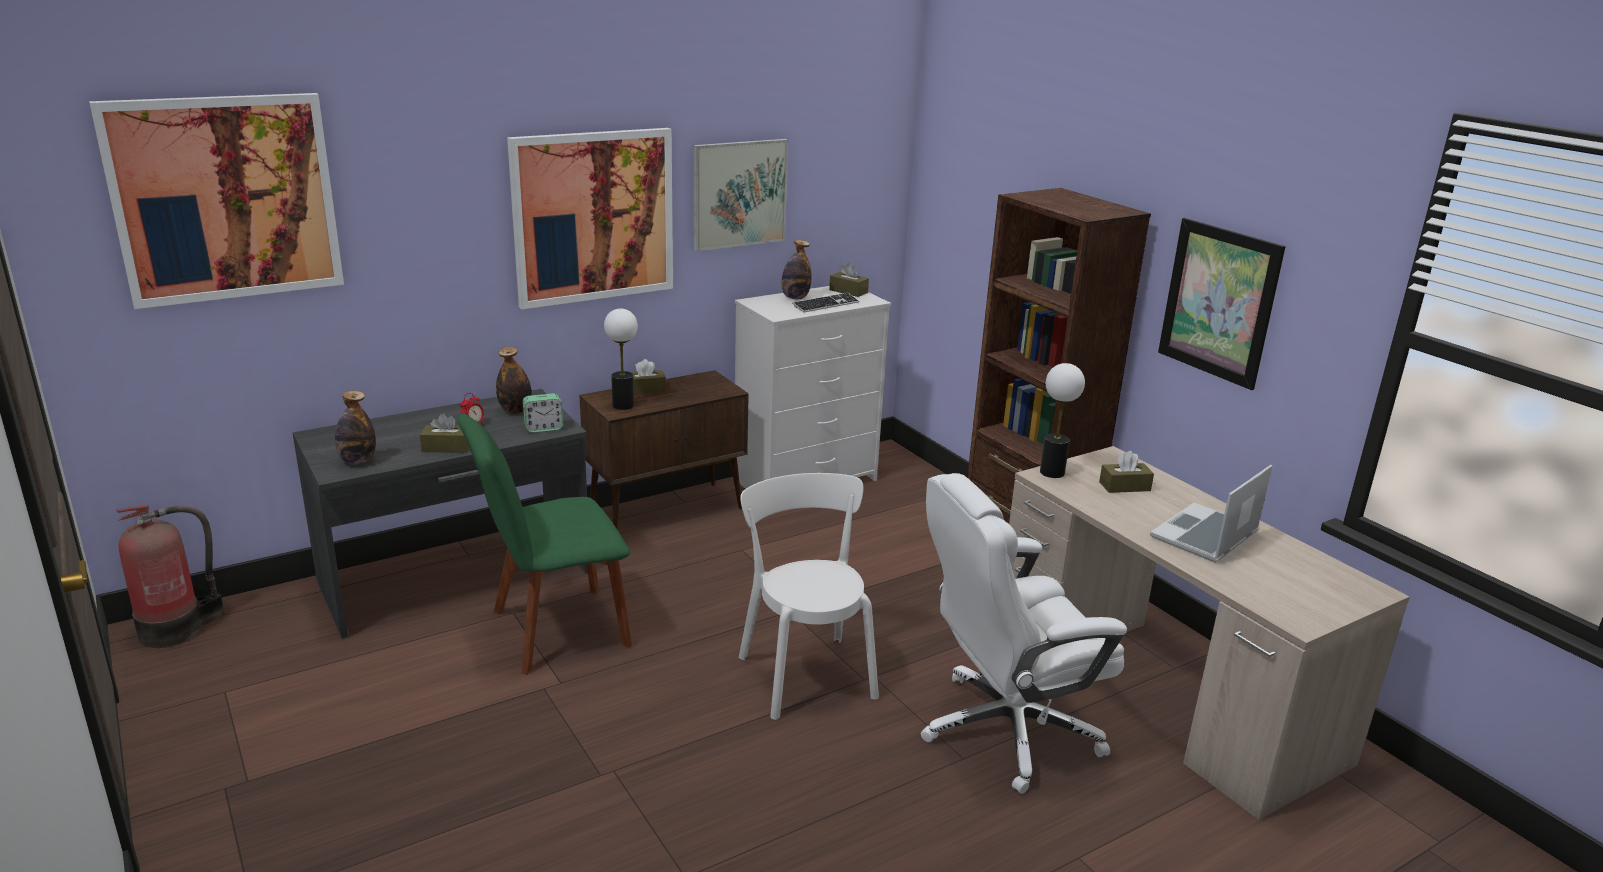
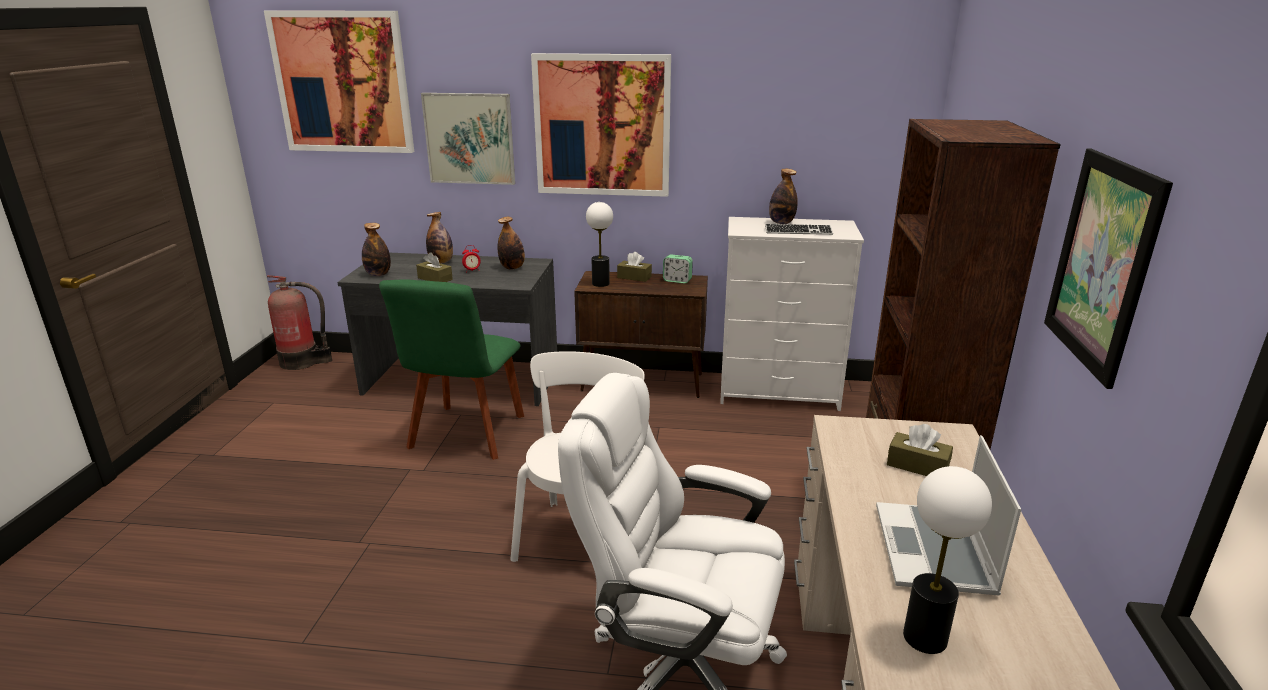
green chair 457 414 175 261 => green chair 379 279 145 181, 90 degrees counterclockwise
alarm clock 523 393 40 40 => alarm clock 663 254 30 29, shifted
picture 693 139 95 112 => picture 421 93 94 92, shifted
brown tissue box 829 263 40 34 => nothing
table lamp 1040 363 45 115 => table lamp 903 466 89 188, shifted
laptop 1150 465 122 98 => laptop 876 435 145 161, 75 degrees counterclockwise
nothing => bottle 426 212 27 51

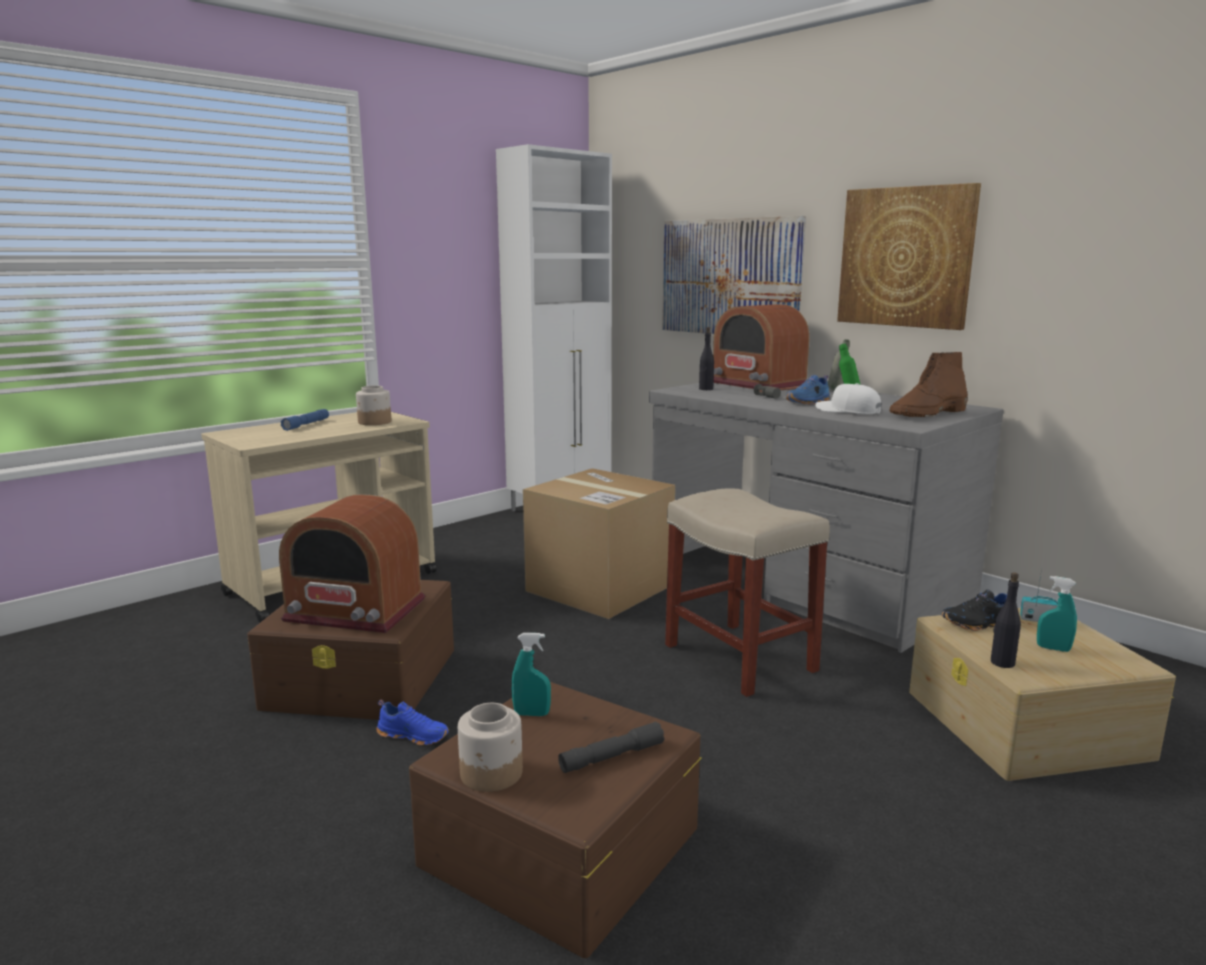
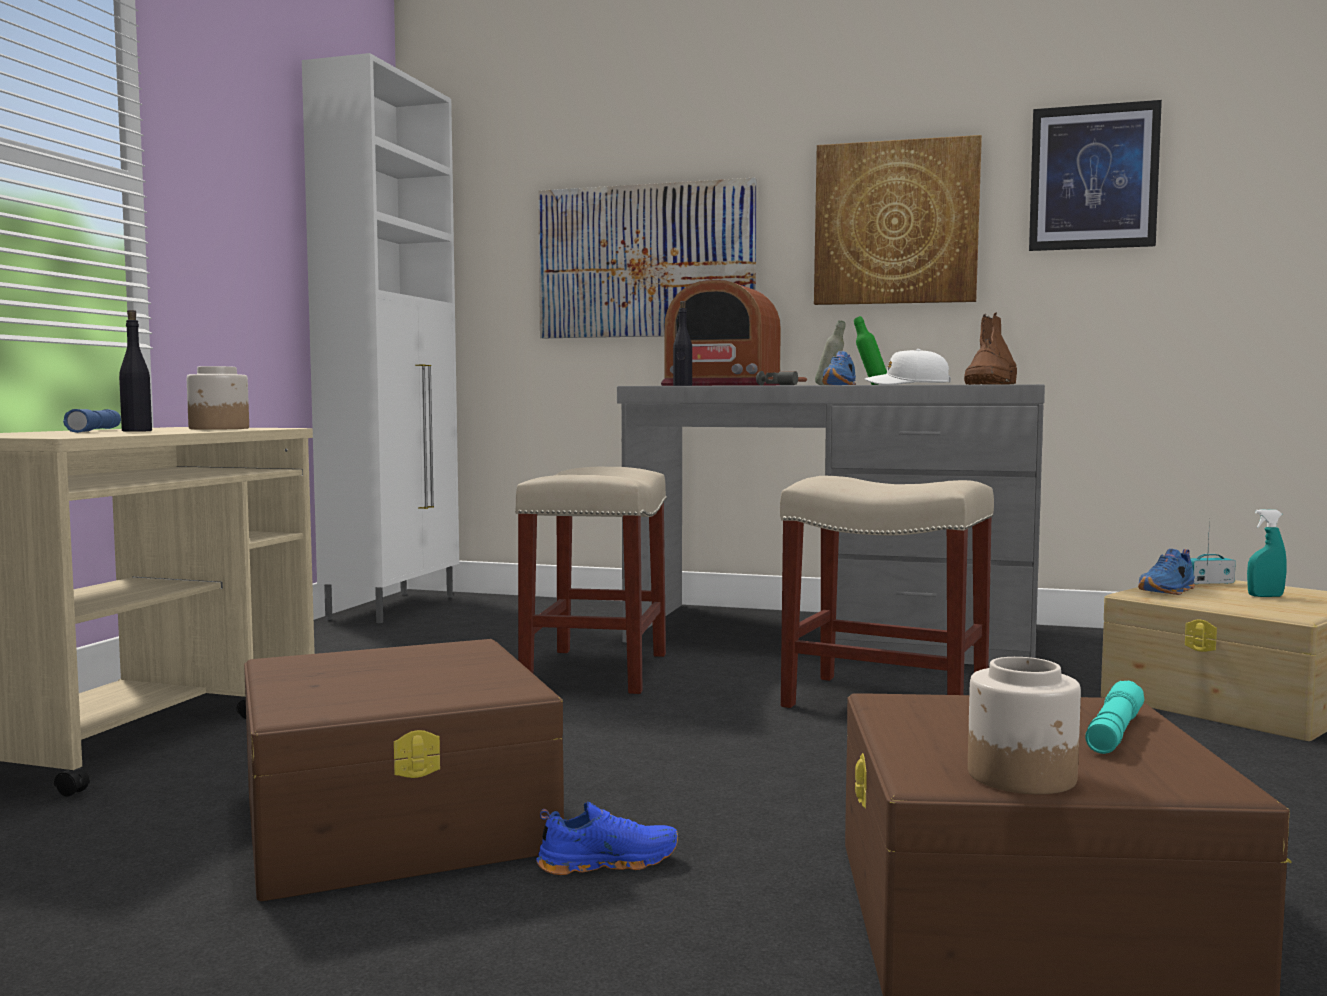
radio 279 494 146 139 => nothing
turquoise spray bottle 512 633 39 83 => nothing
cardboard box 523 468 152 151 => beige stool 515 467 152 227
grey flashlight 558 722 106 51 => turquoise flashlight 1085 681 59 73
black shoe 942 590 66 41 => blue shoe 1138 549 57 46
black bottle 991 572 30 96 => black bottle 119 310 33 122, shifted
nothing => picture 1029 100 133 151

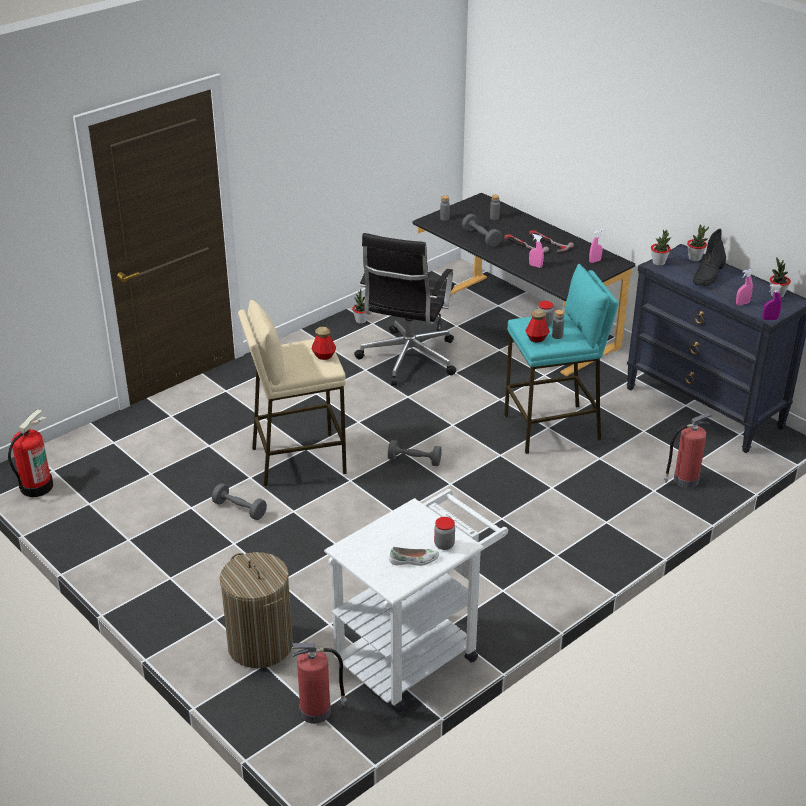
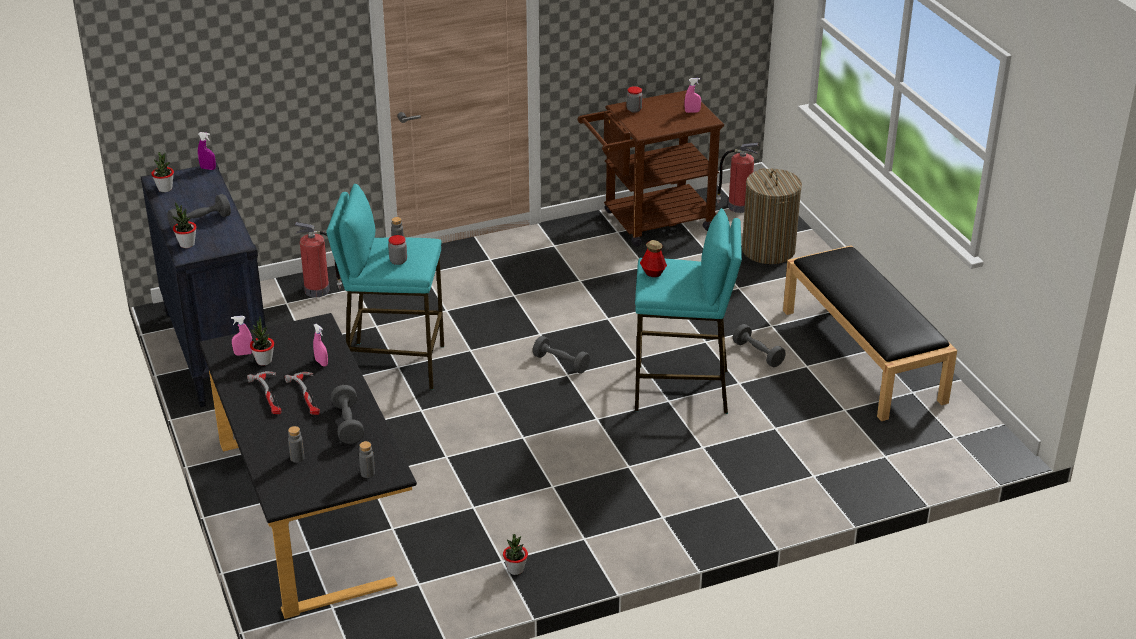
fire extinguisher 8 409 45 88 => nothing
beige stool 238 300 109 187 => turquoise stool 635 208 107 206
white cart 324 489 184 224 => brown cart 578 90 146 157
black office chair 354 233 102 153 => nothing
white shoe 389 547 50 19 => nothing
bottle 525 309 25 33 => nothing
potted plant 651 229 20 37 => potted plant 250 316 24 50, shifted
black boot 693 229 33 57 => grey dumbbell 167 194 64 36
pink spray bottle 736 269 17 36 => pink spray bottle 684 78 17 35, shifted
nothing => black bench 783 245 174 176

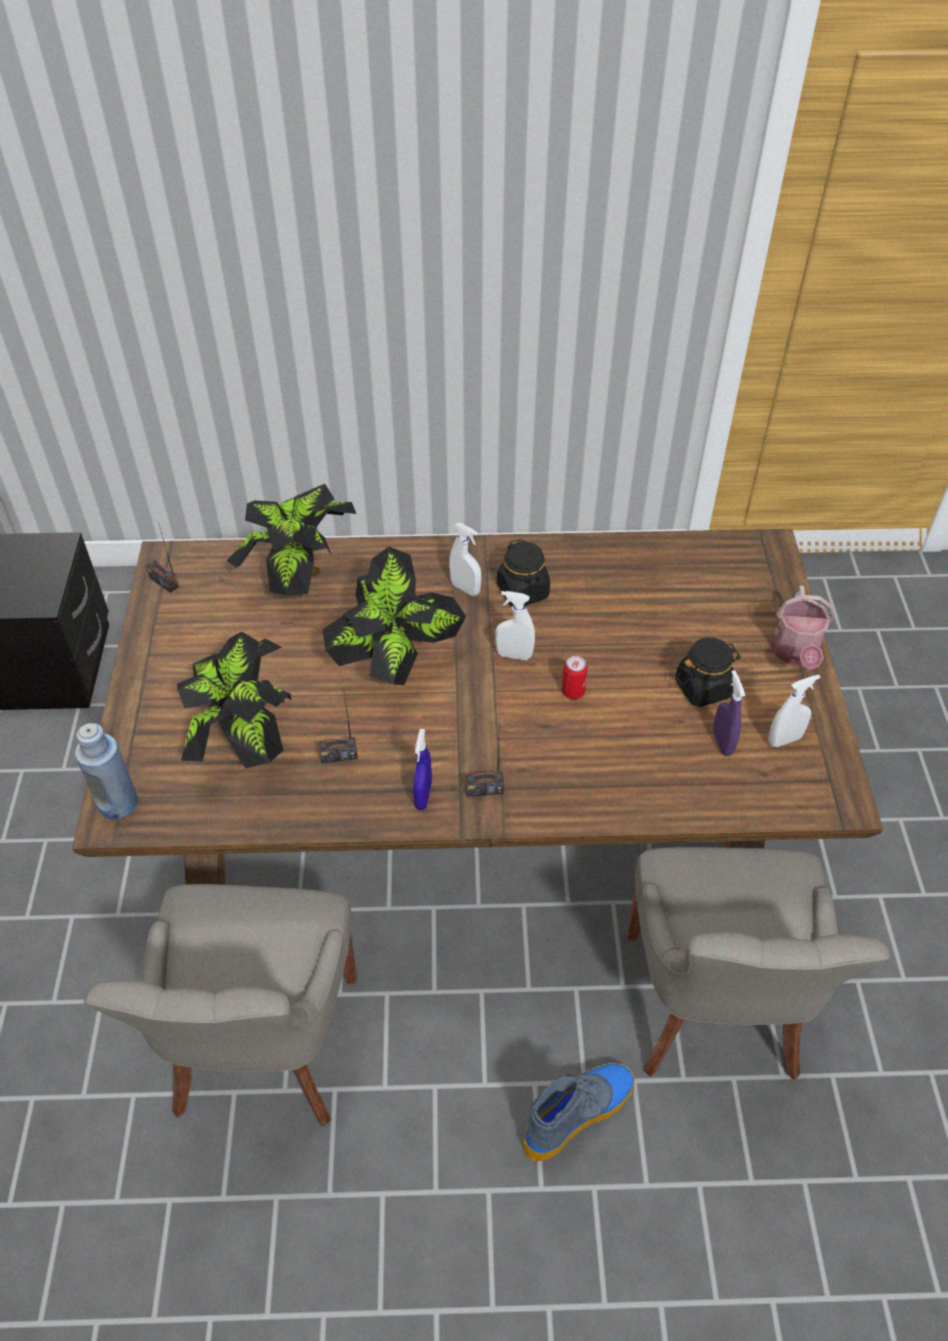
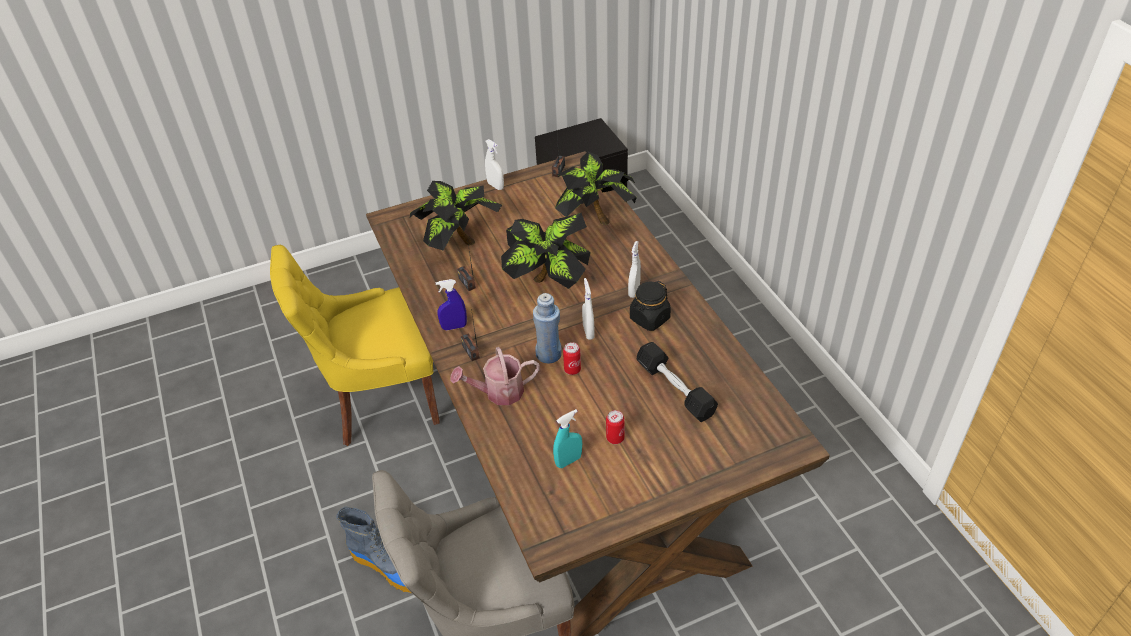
blue bottle 75 723 63 96 => blue bottle 533 293 29 70, shifted
grey chair 84 884 273 242 => yellow chair 270 245 170 201
black jar 675 637 66 70 => can 606 410 19 34
purple spray bottle 713 670 32 86 => turquoise spray bottle 553 409 29 59
white spray bottle 768 675 52 72 => white spray bottle 485 139 19 51, shifted
watering can 770 586 64 84 => watering can 450 347 90 58, shifted
nothing => black dumbbell 637 342 81 80

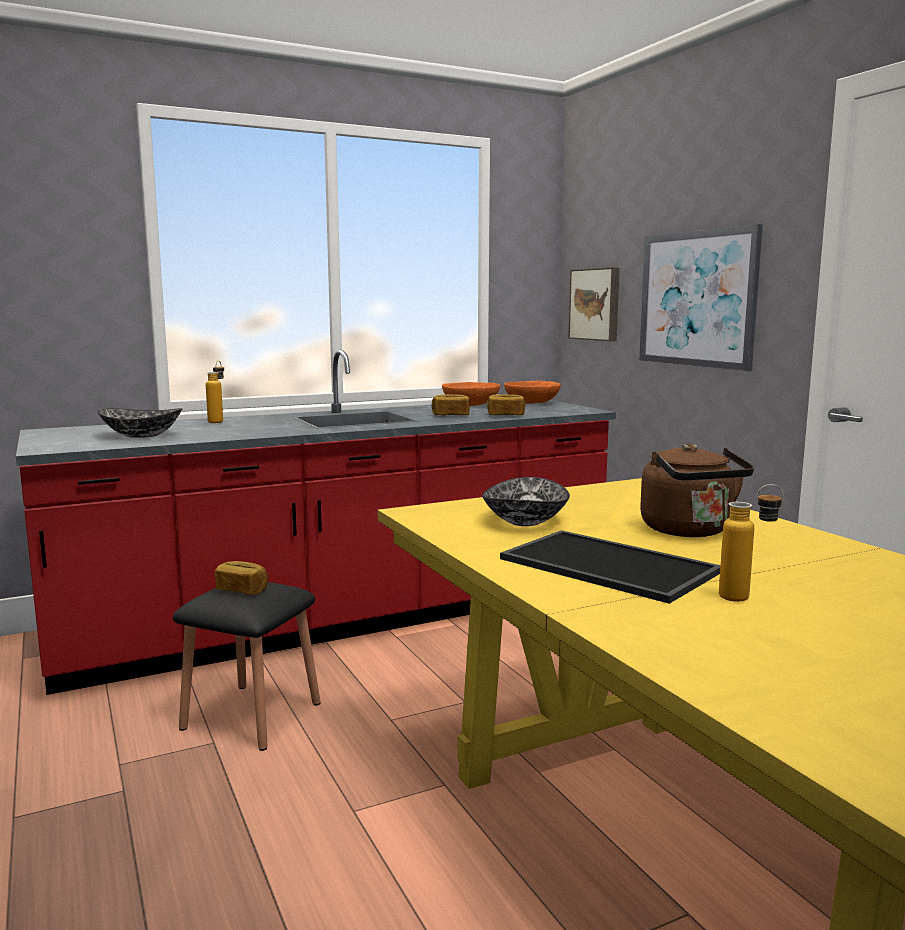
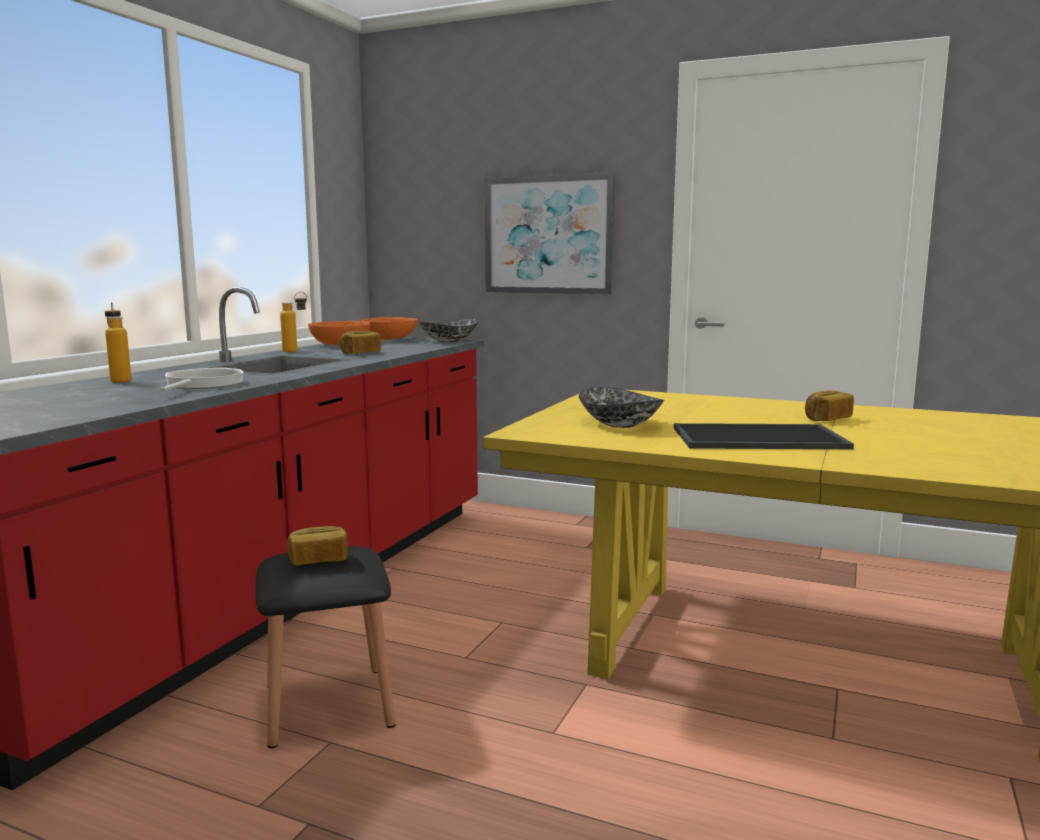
bowl 97 408 85 30 => bowl 419 319 60 23, shifted
bread 487 394 38 21 => bread 805 391 49 30, shifted
picture 568 267 52 74 => nothing
brown kettle 640 443 114 94 => nothing
bottle 719 484 65 118 => bottle 280 292 27 60, shifted
nothing => frying pan 159 368 84 24

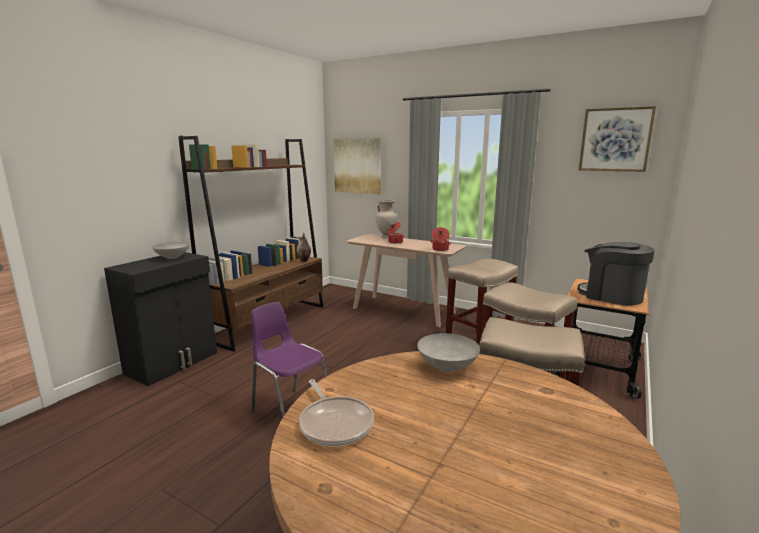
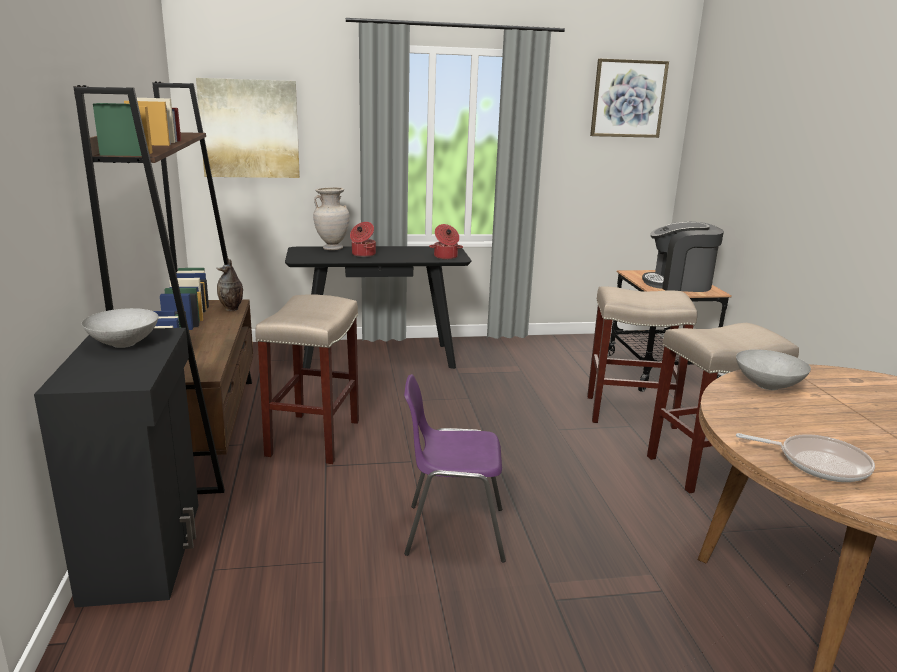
beige console table 347 234 119 93 => black console table 285 246 187 123
beige stool 446 258 72 87 => beige stool 255 294 104 170, shifted

